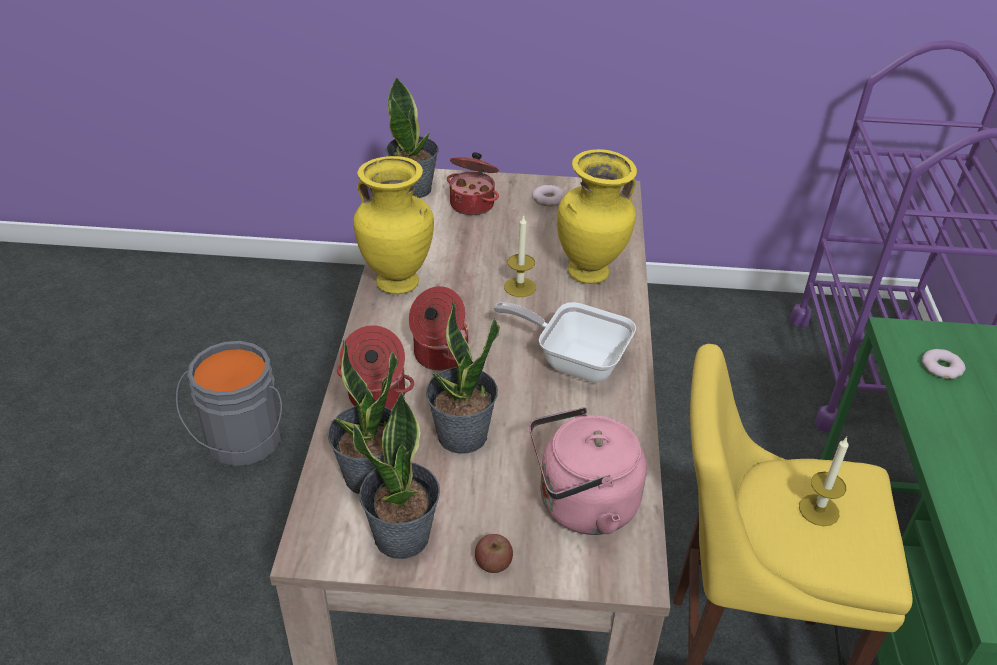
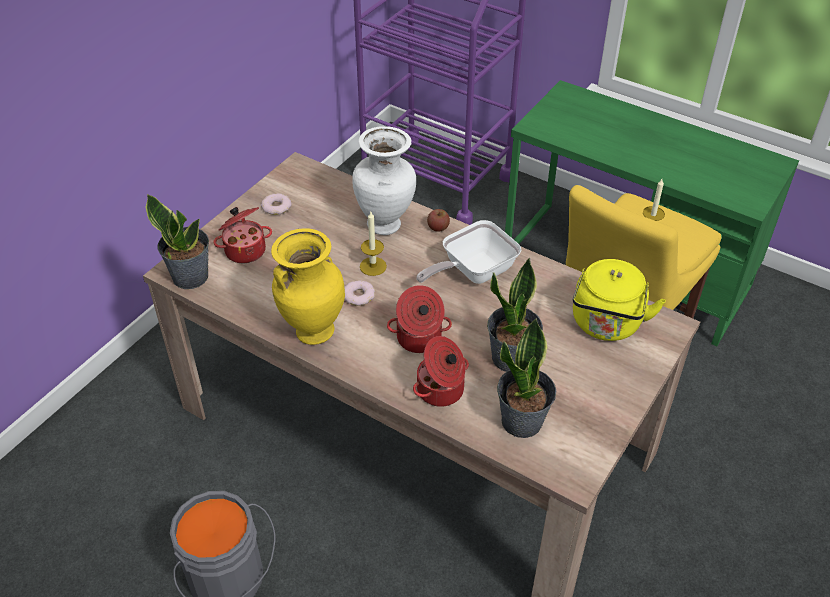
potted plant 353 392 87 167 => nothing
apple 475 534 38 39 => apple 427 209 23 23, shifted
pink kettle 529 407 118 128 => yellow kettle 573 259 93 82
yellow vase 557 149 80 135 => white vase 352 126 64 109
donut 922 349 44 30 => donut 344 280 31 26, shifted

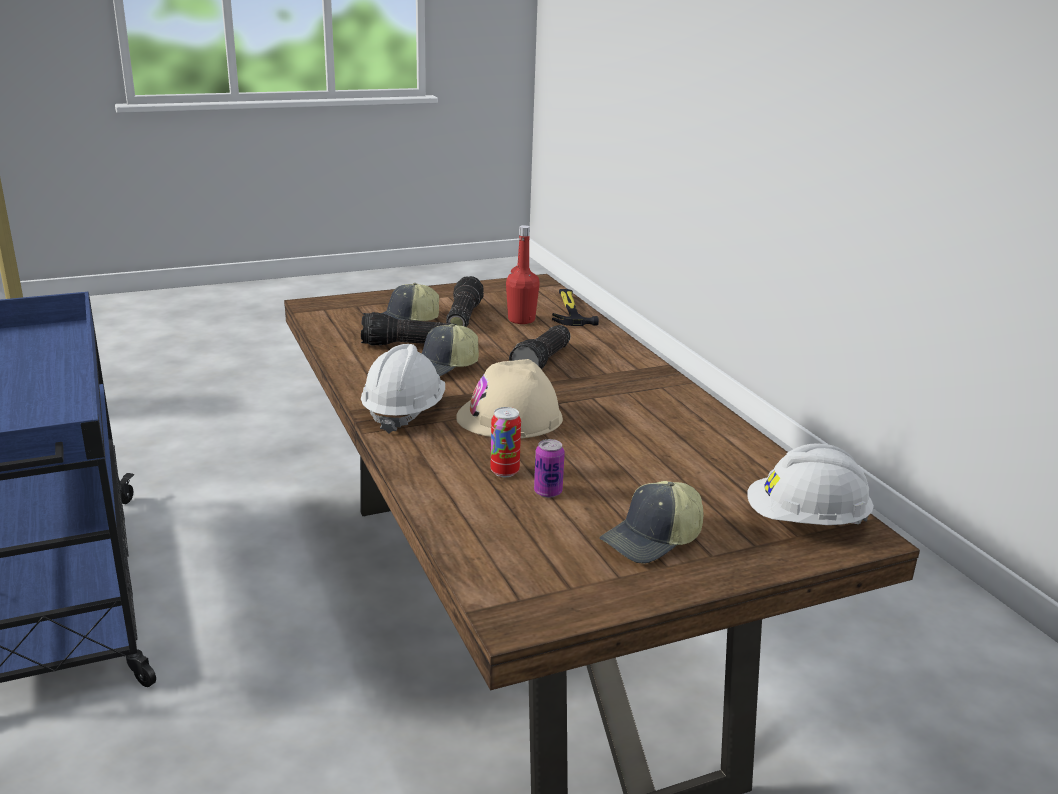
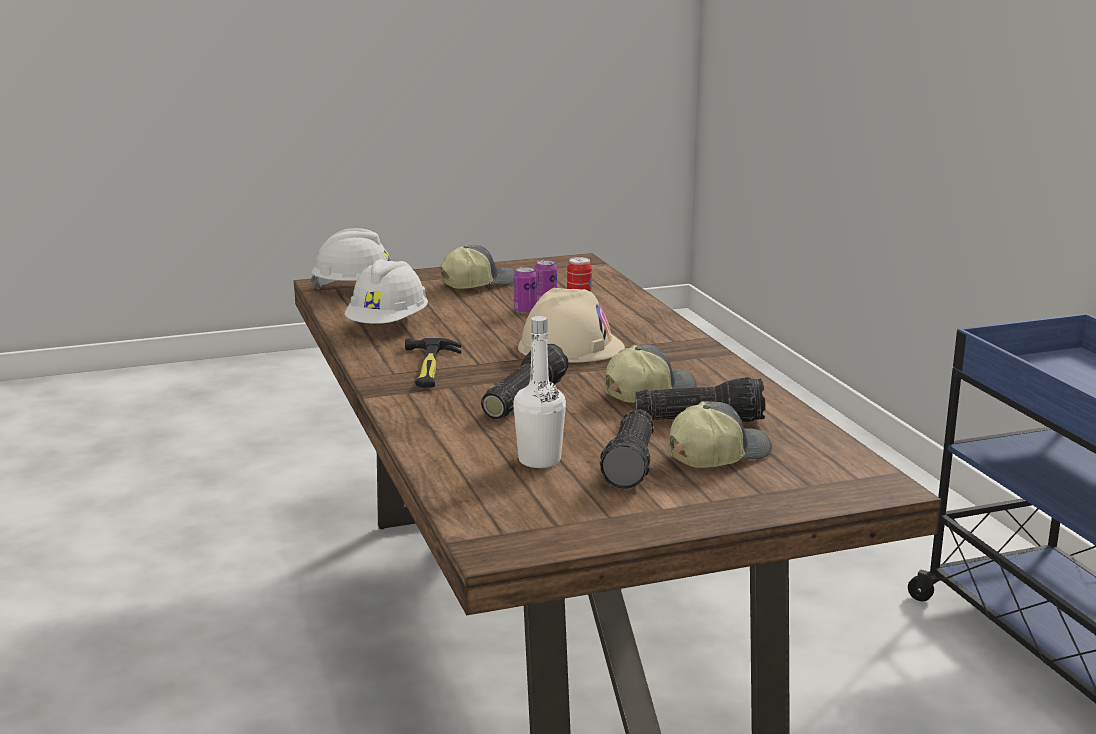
white hard hat 361 344 84 90 => white hard hat 344 259 84 65, shifted
red bottle 506 225 34 99 => white bottle 513 316 53 152
hammer 552 289 47 37 => hammer 405 338 56 50, shifted
nothing => can 514 267 23 47

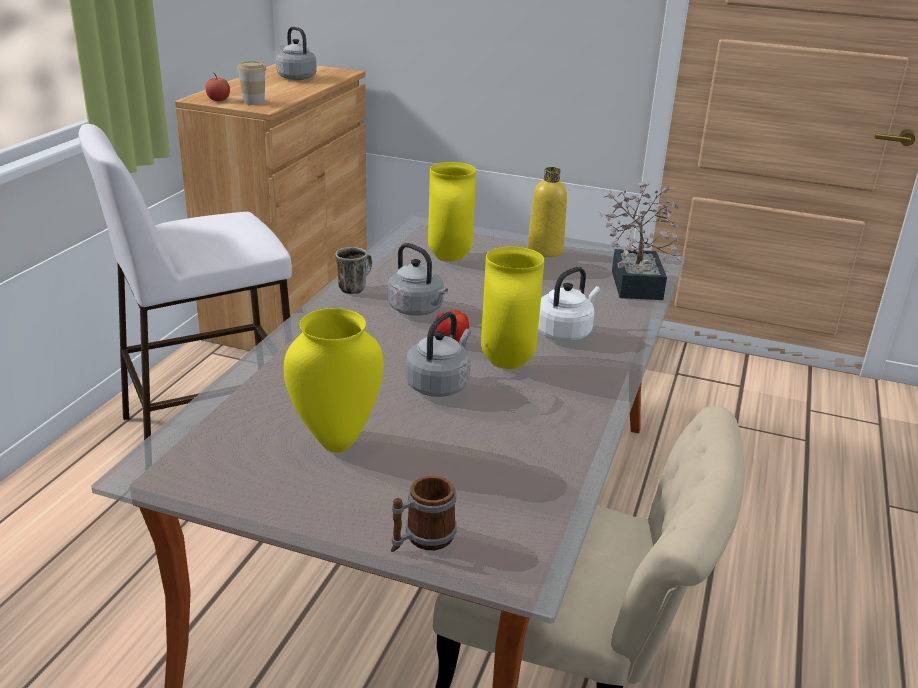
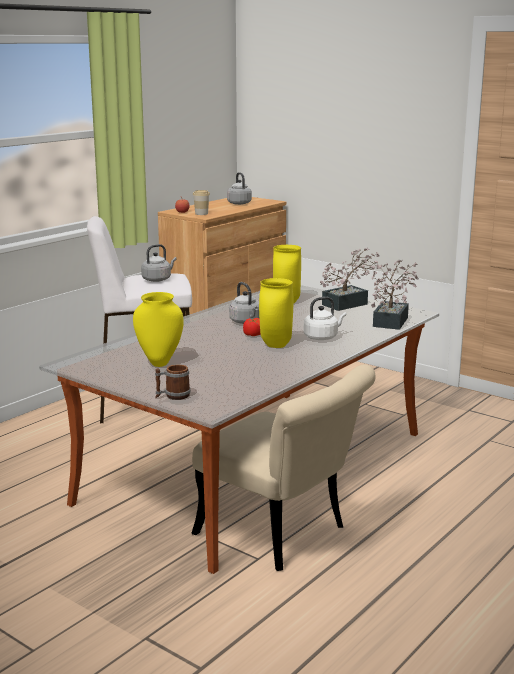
mug 335 247 37 47 => nothing
grey kettle 405 312 66 85 => grey kettle 141 244 36 38, shifted
yellow bottle 527 167 40 90 => potted plant 320 248 60 63

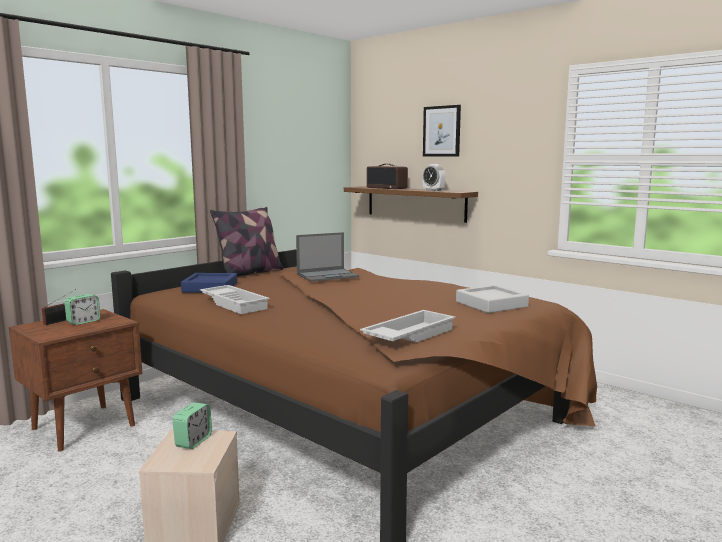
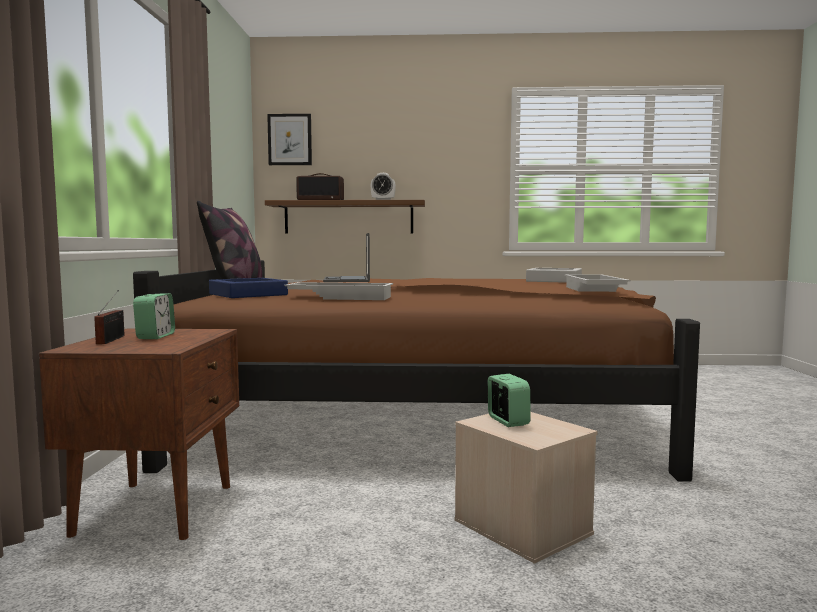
laptop 296 232 63 50 => laptop 323 233 47 49, 150 degrees clockwise
picture 423 105 38 52 => picture 267 114 45 51, shifted

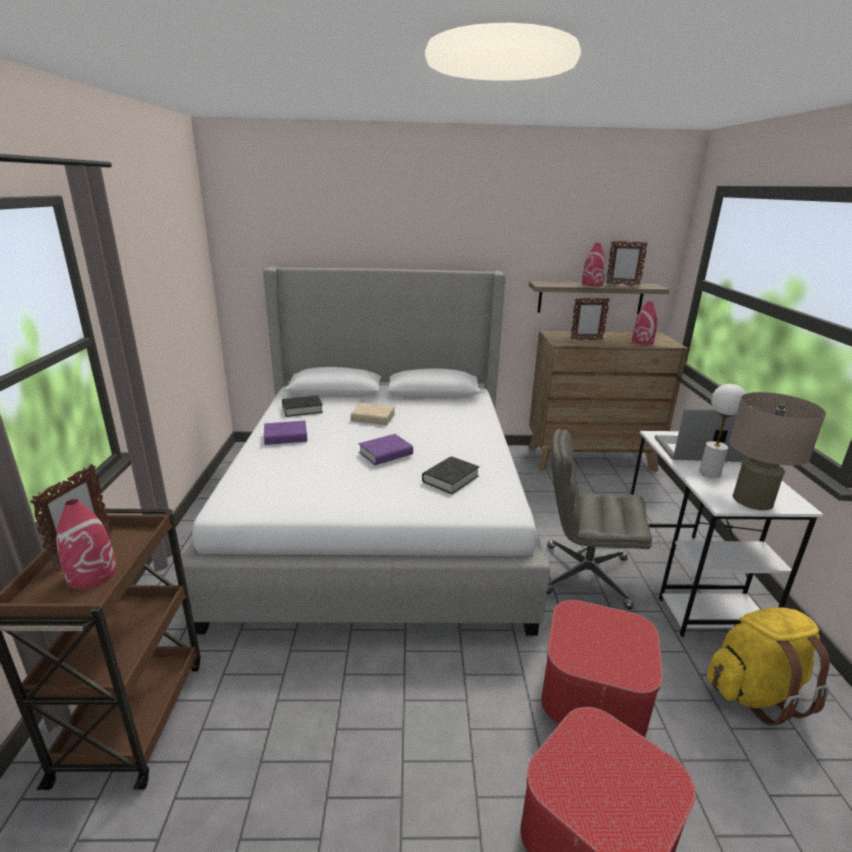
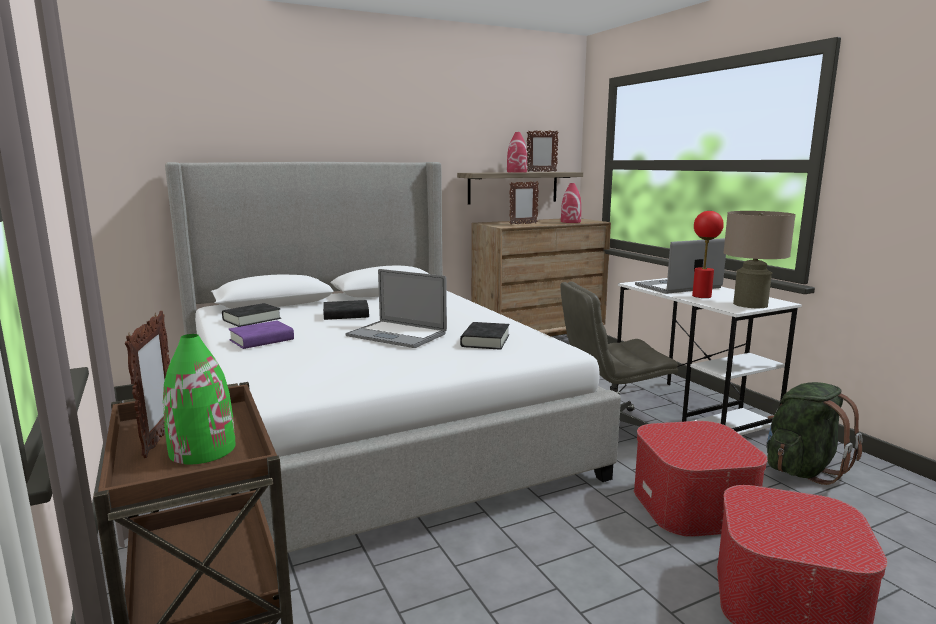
red vase 56 499 61 90 => green vase 163 334 72 130
beige book 351 403 44 22 => black book 323 300 46 20
purple book 359 434 54 31 => laptop 346 269 101 79
white table lamp 699 384 47 94 => red table lamp 692 211 32 87
yellow backpack 707 607 123 119 => green backpack 766 382 97 103

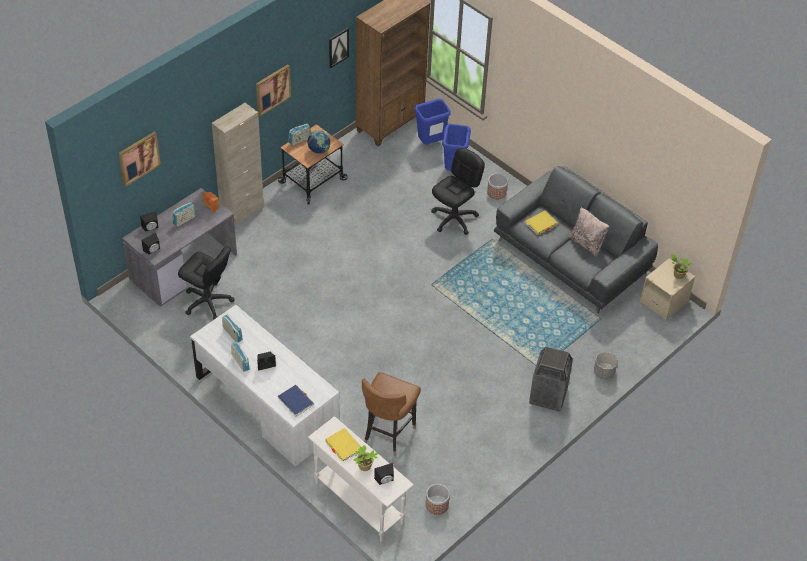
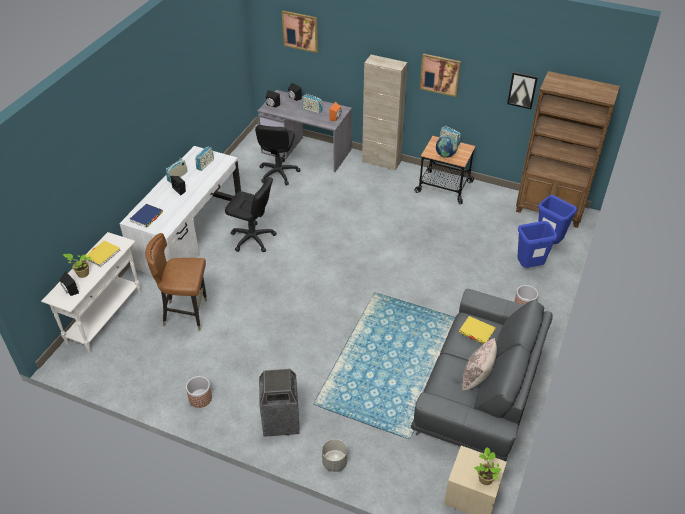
planter 426 484 24 31 => planter 186 376 26 32, shifted
black office chair 431 148 54 87 => black office chair 225 177 52 76, shifted

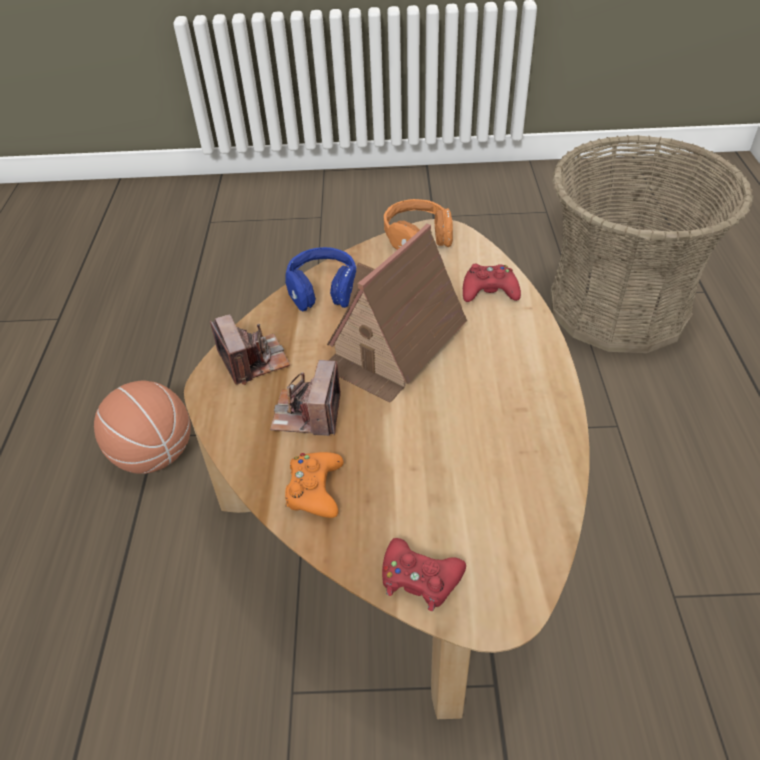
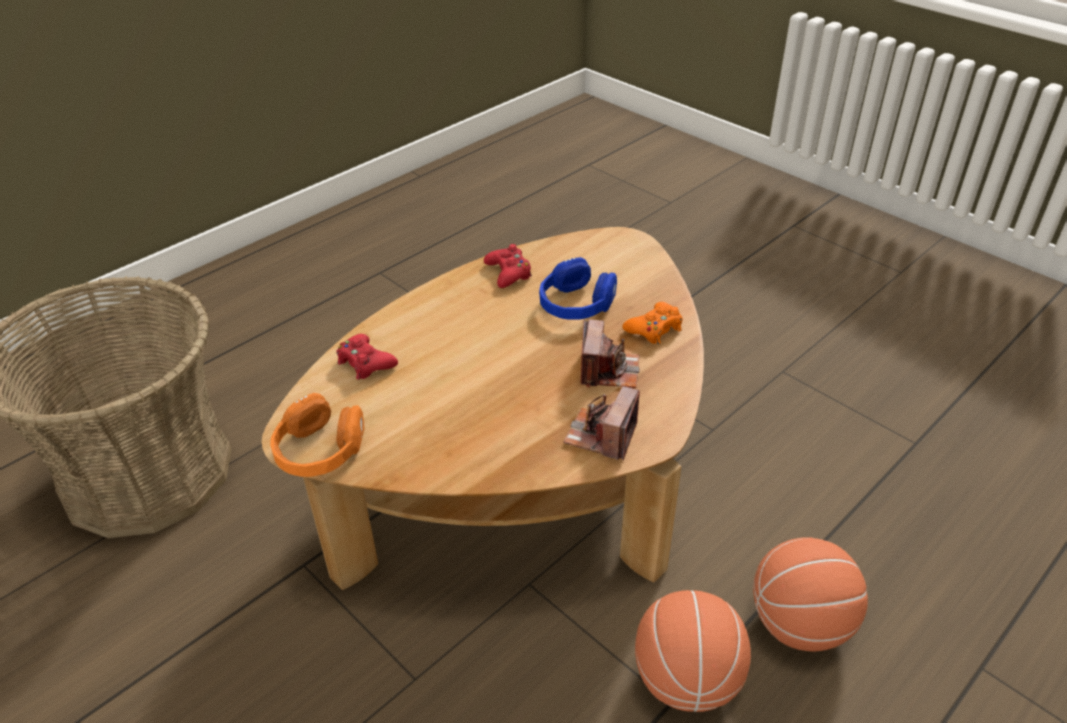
photo camera 270 360 71 76 => photo camera 580 319 60 69, 45 degrees counterclockwise
blue headphones 285 247 71 64 => blue headphones 539 257 78 63, shifted
toy house 327 224 140 179 => nothing
red game controller 382 538 84 73 => red game controller 484 244 48 44, shifted
nothing => basketball 753 538 115 114

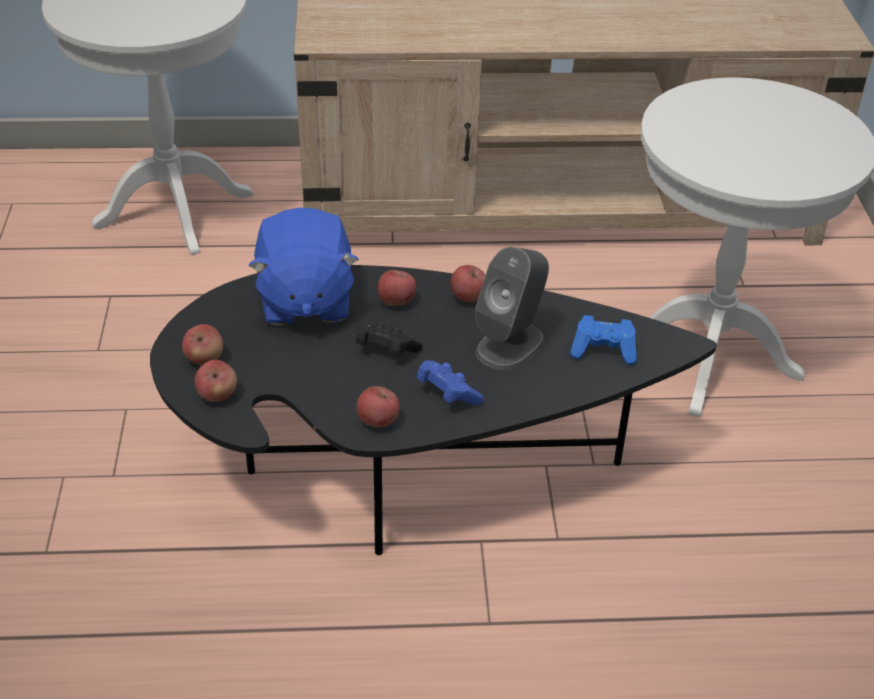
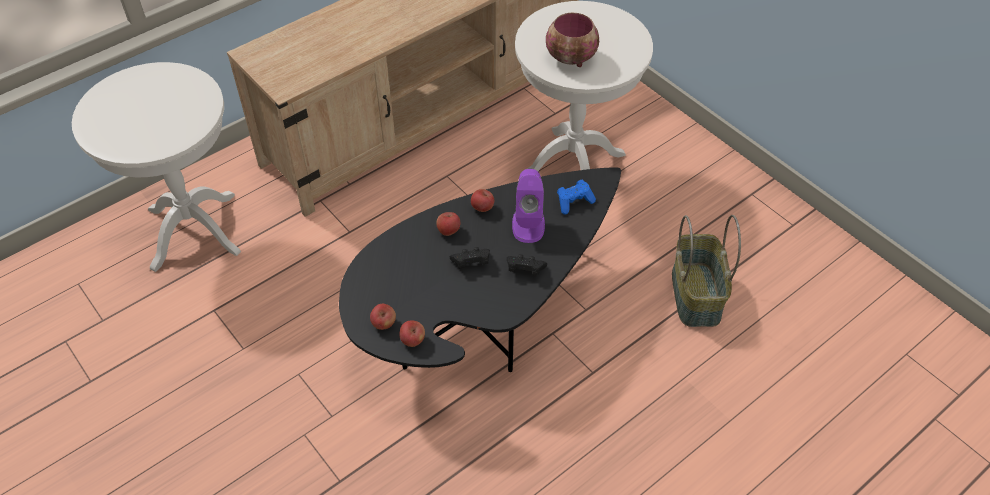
blue plush toy 249 208 110 118 => nothing
apple 357 386 43 41 => nothing
blue game controller 417 360 67 45 => black game controller 507 254 40 22
grey speaker 475 247 74 123 => purple speaker 512 169 33 74
nothing => bowl 546 13 53 54
nothing => basket 672 215 69 112

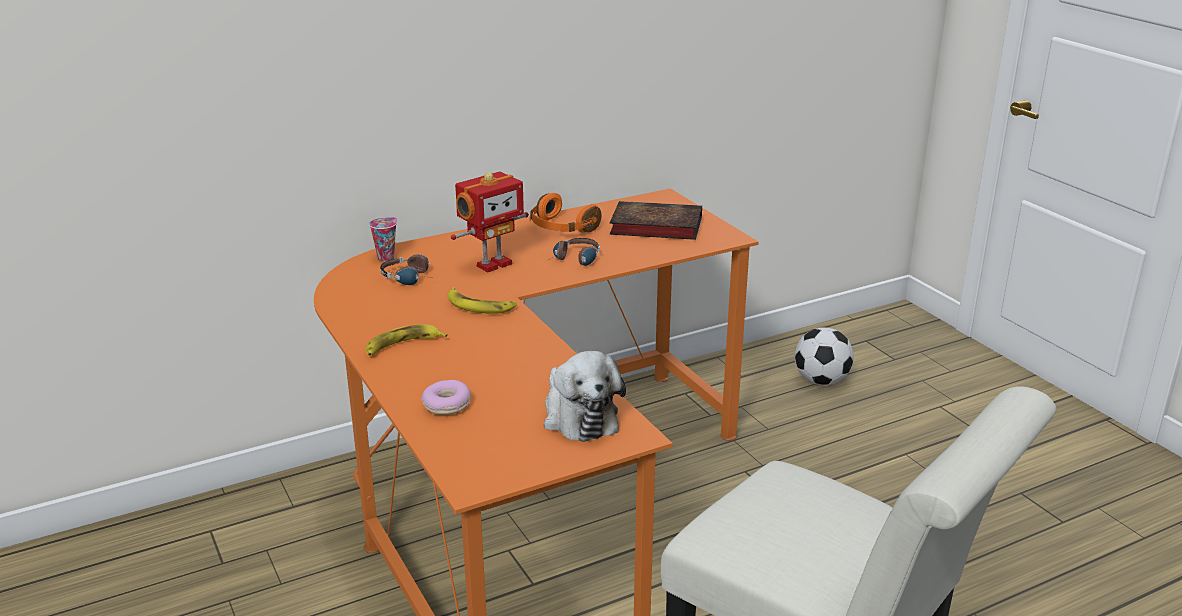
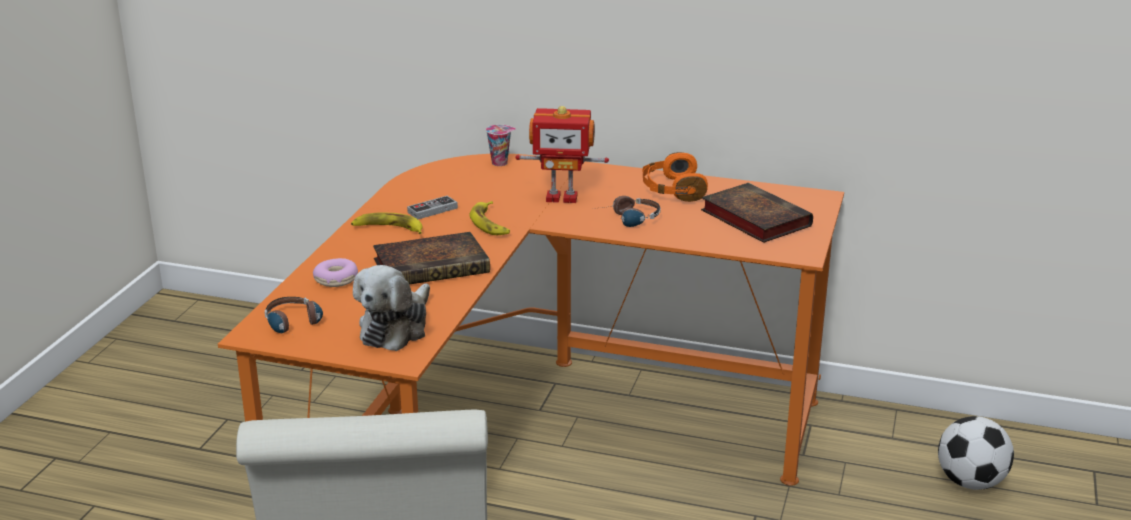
headphones 380 254 56 31 => headphones 265 297 58 40, shifted
nothing => book 373 232 117 53
nothing => game controller 407 196 51 23

